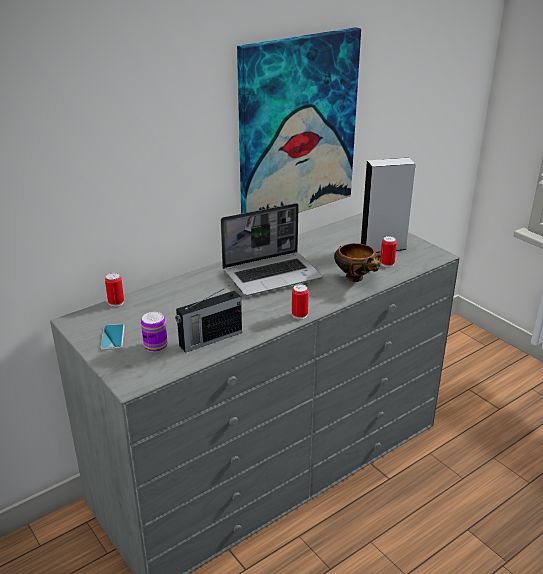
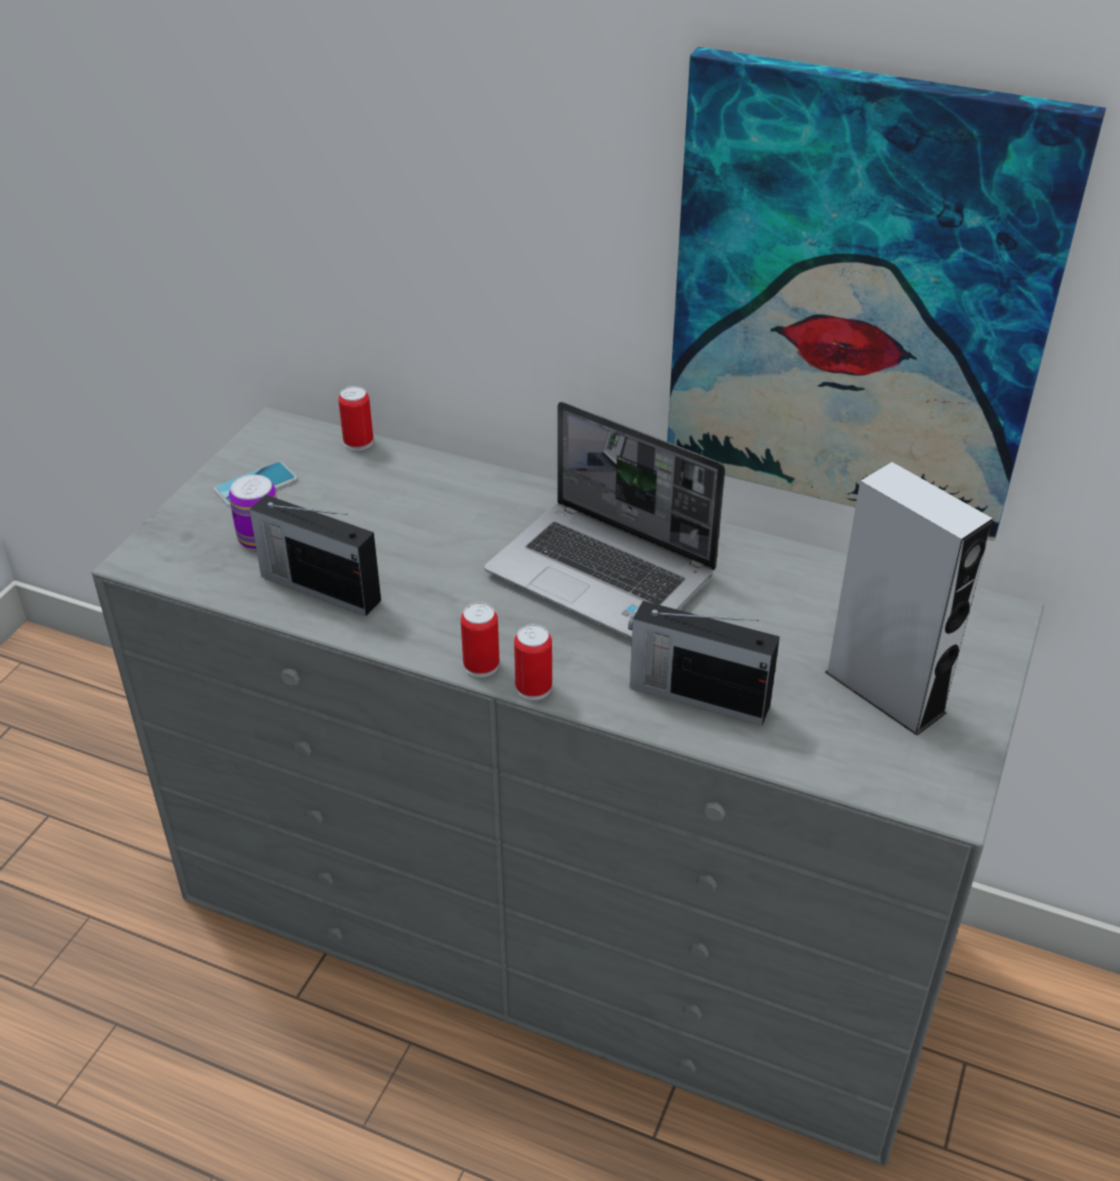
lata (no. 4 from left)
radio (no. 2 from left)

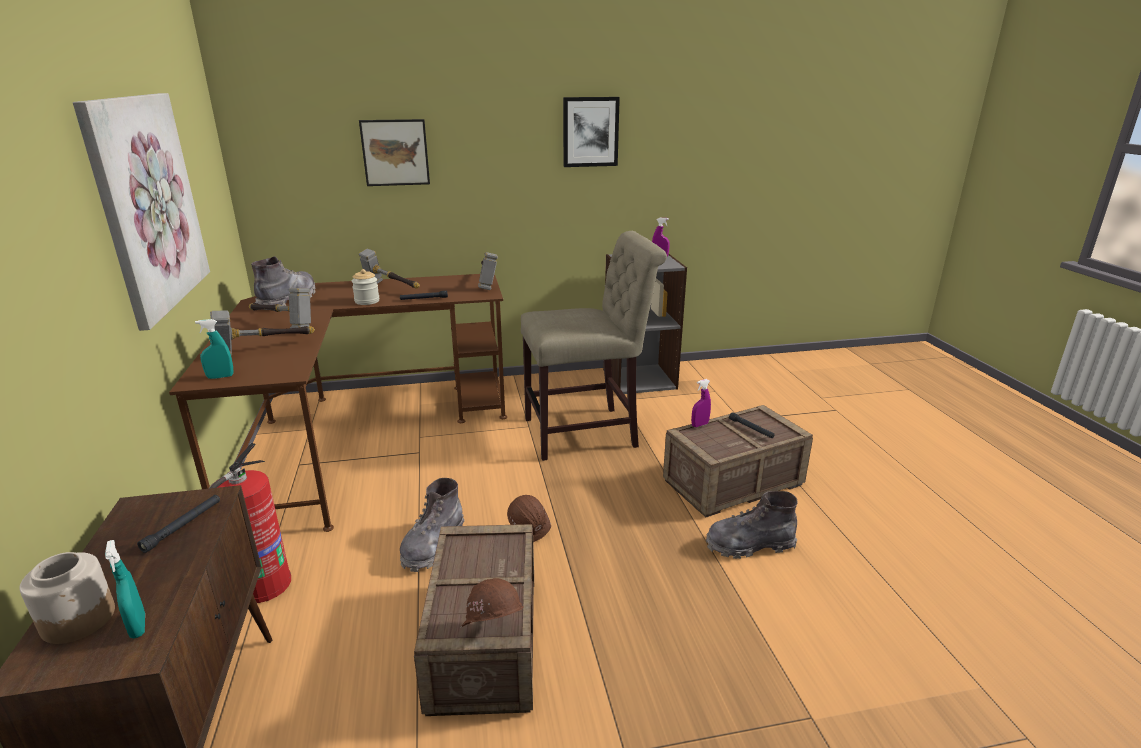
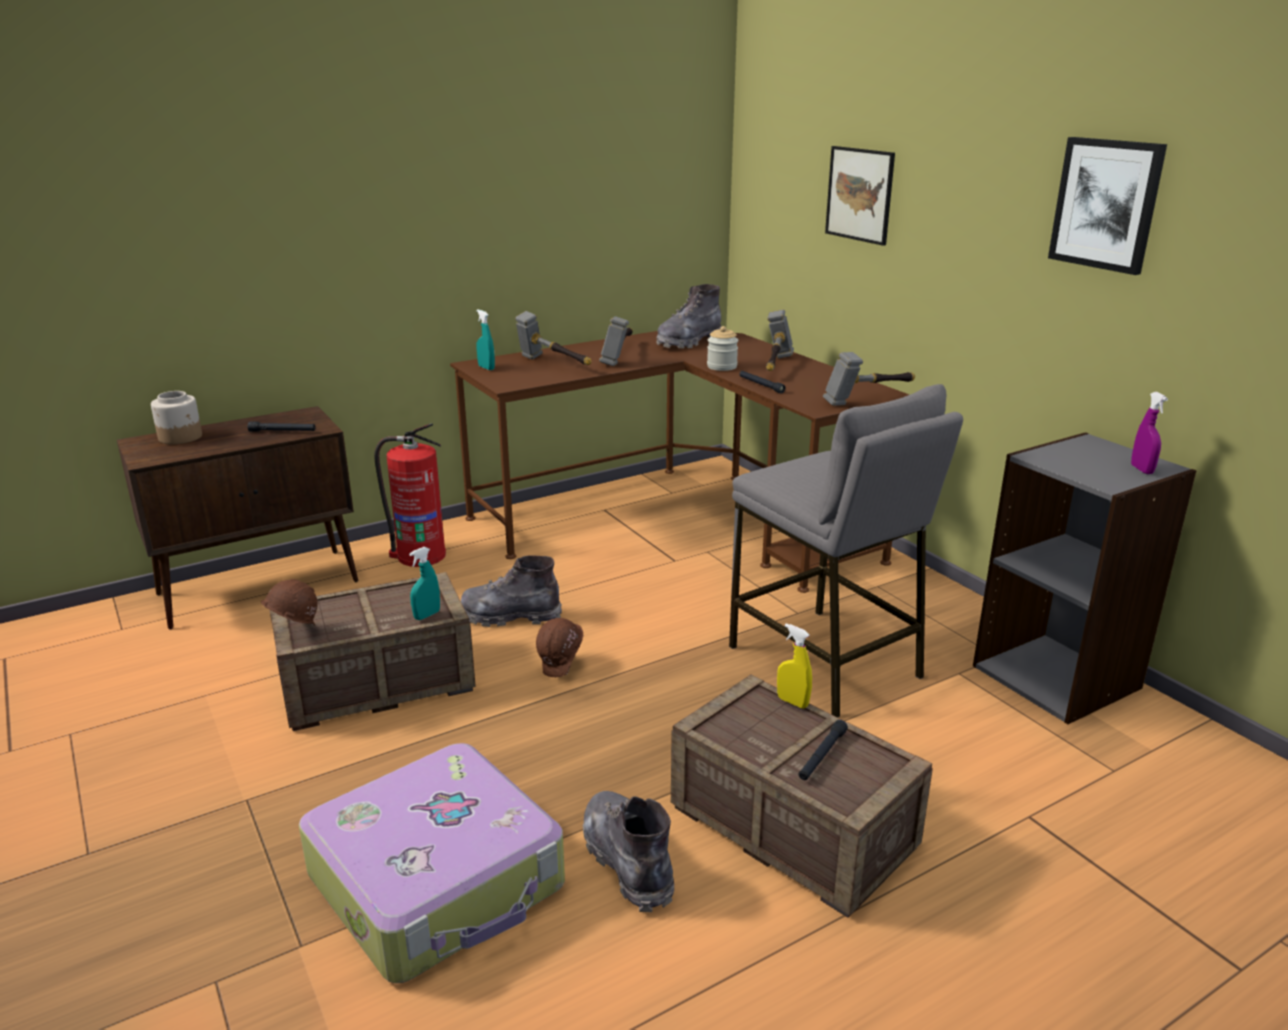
cuadro (no. 1 from left in the first image)
maleta
pulverizador (turquesa) (no. 1 from left)
taburete (gris)
pulverizador (amarillo)
bota (gris) (no. 3 from left)

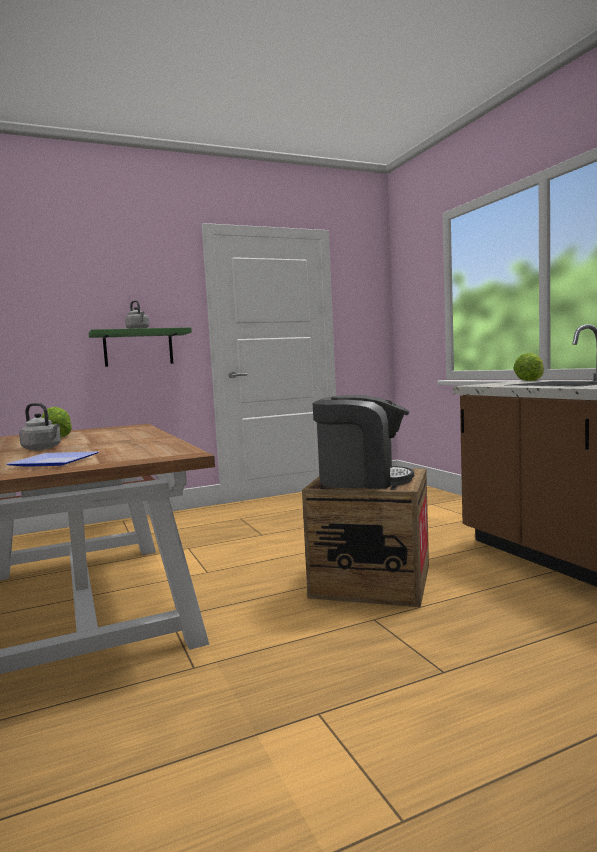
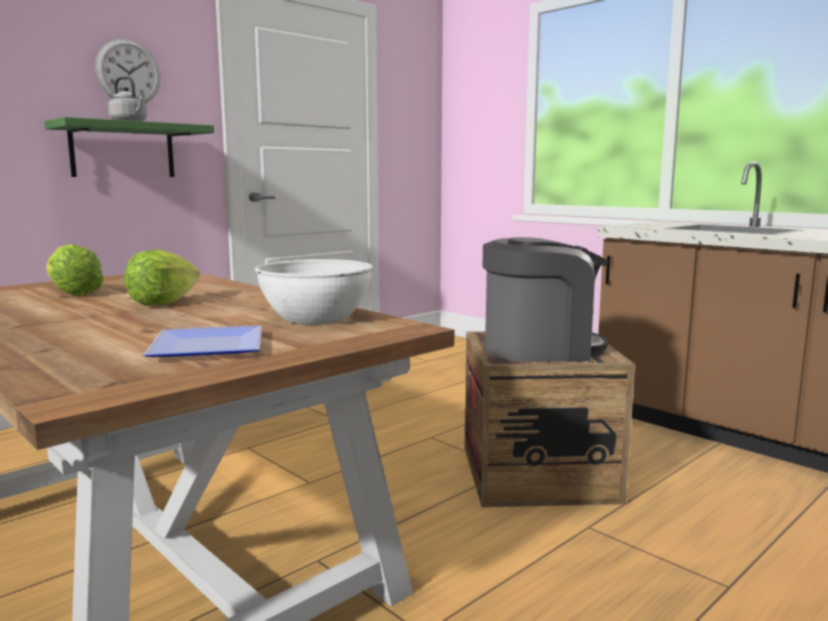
hervidor (gris) (no. 1 from left in the first image)
reloj de pared
cuenco (blanco)
lechuga (no. 2 from left)

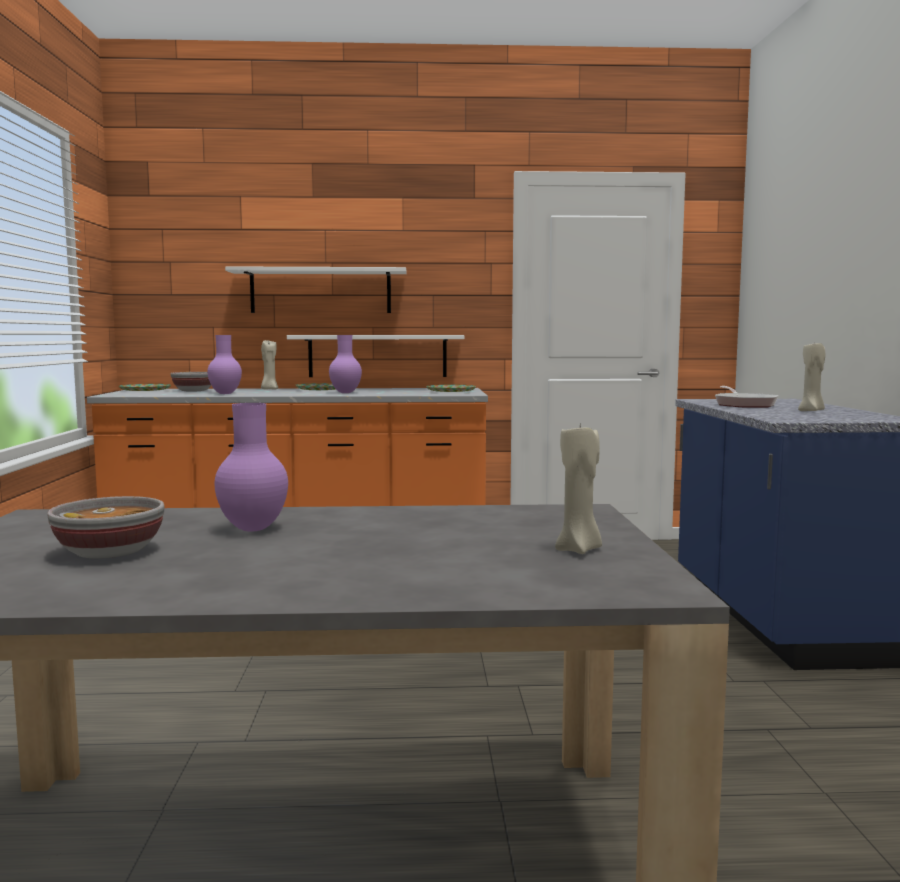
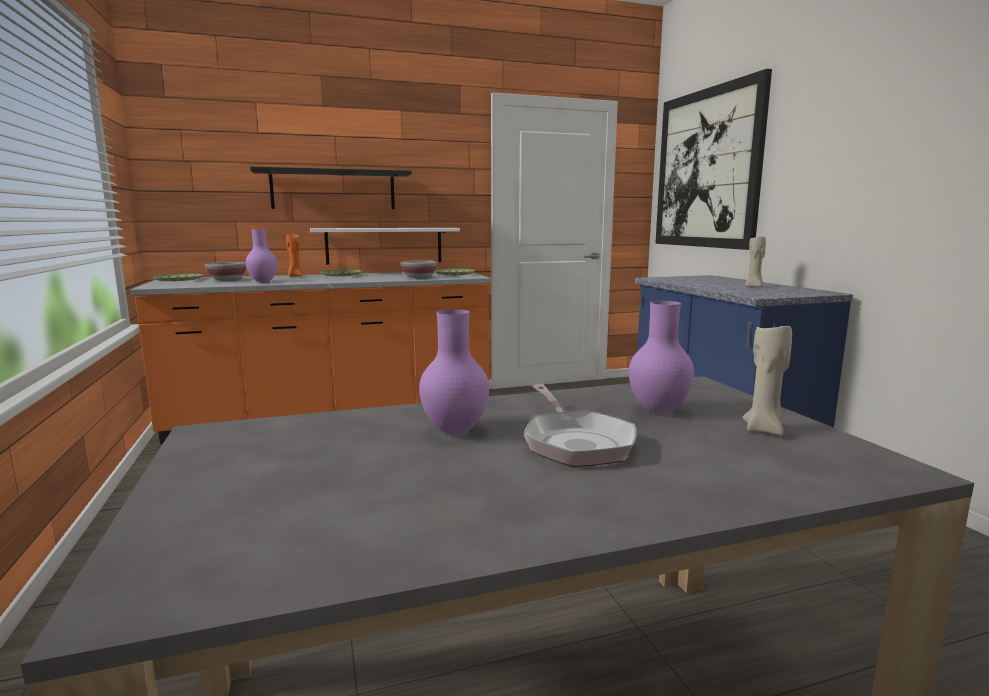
cuadro
cuenco (no. 2 from left)
florero (morado) (no. 3 from left)
sartén
estante (negro)
vela (naranja)

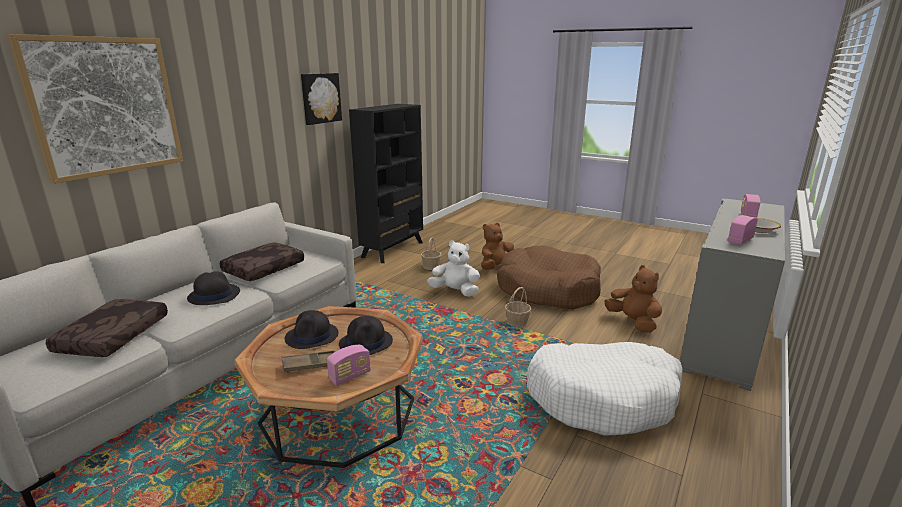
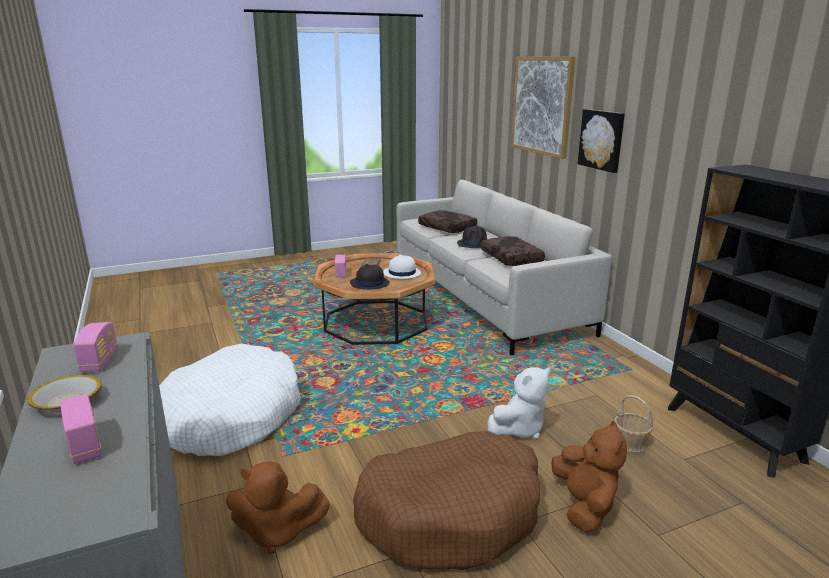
cesta (no. 2 from left in the first image)
cuadro (no. 2 from left)
sombrero (blanco)

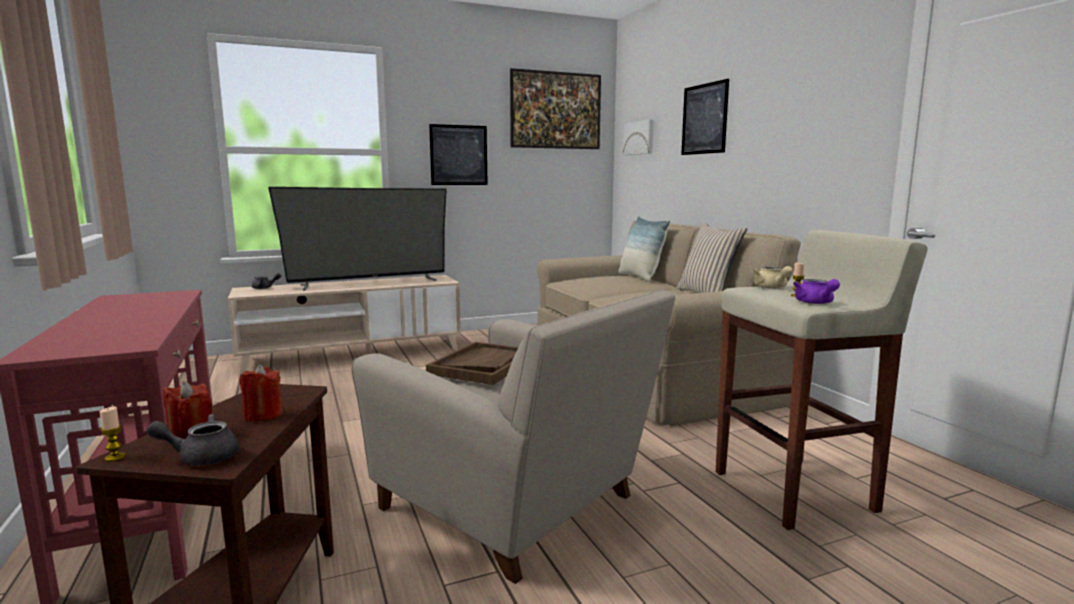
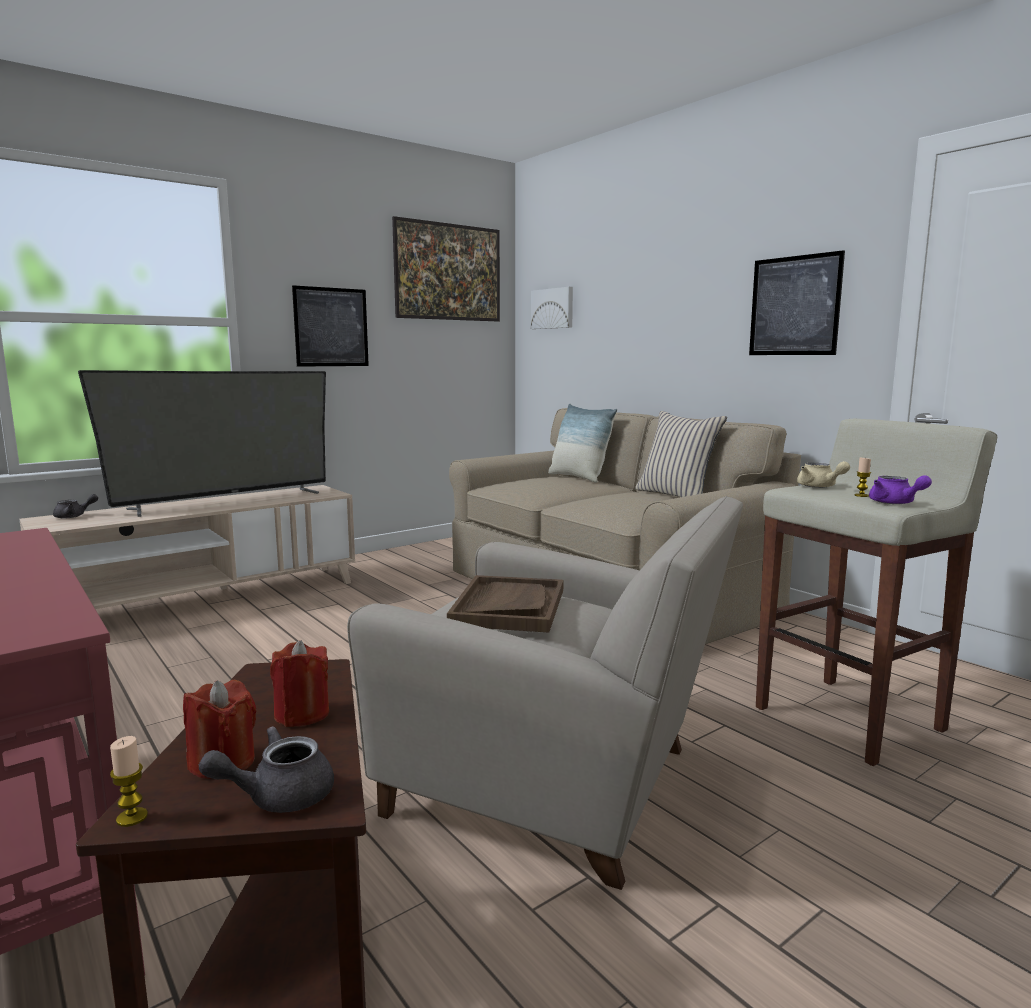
cuadro (no. 4 from left)

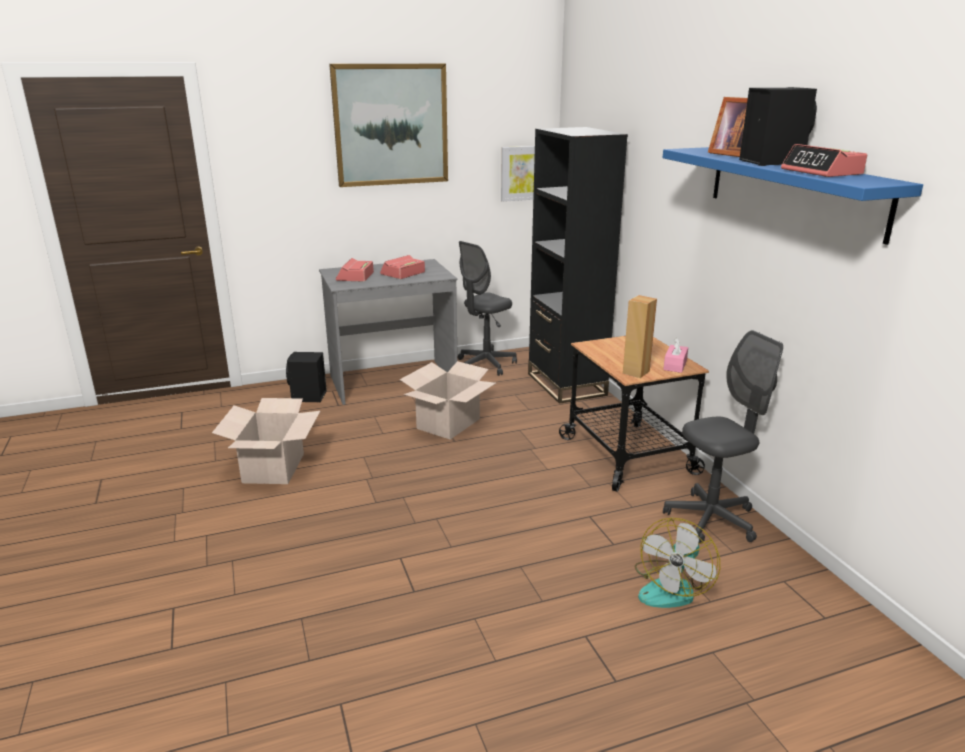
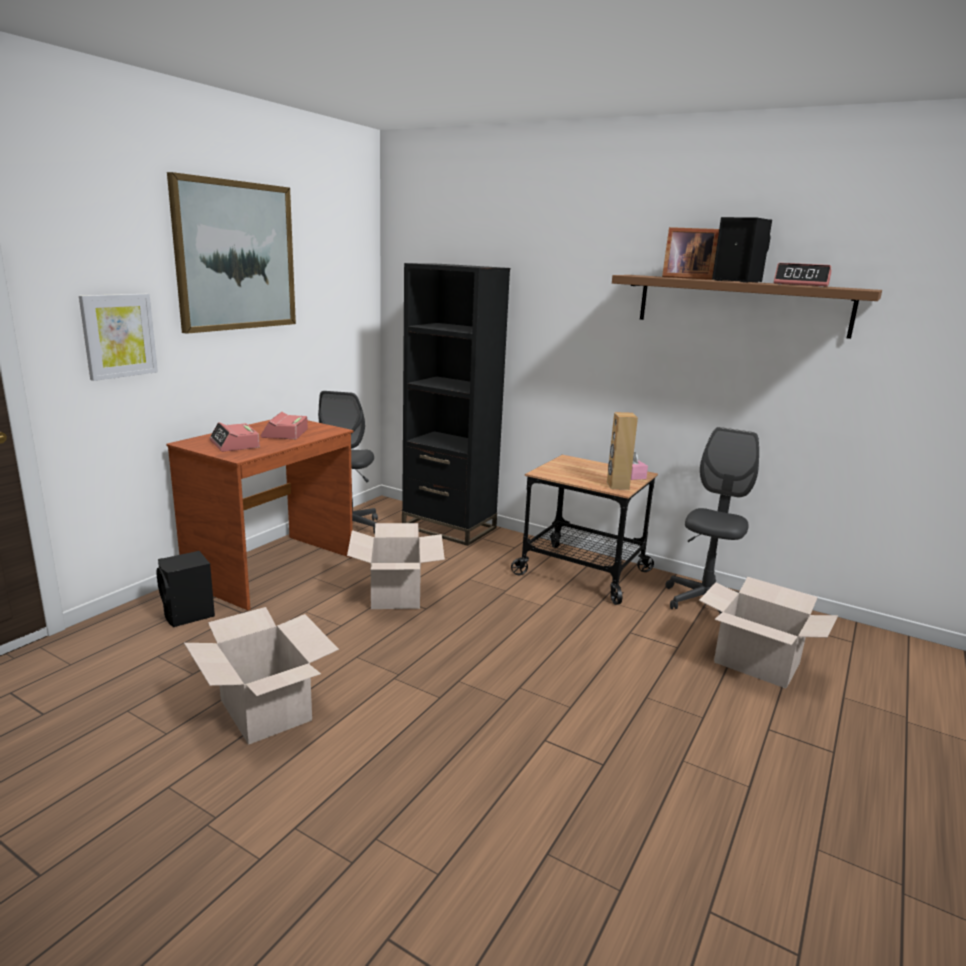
cuadro (no. 1 from left)
caja de cartón (no. 3 from left)
escritorio (marrón)
estante (marrón)

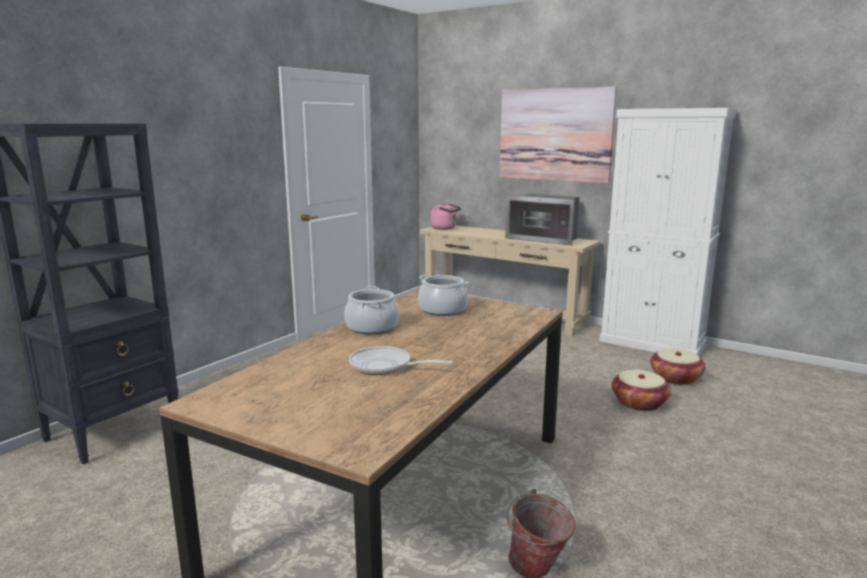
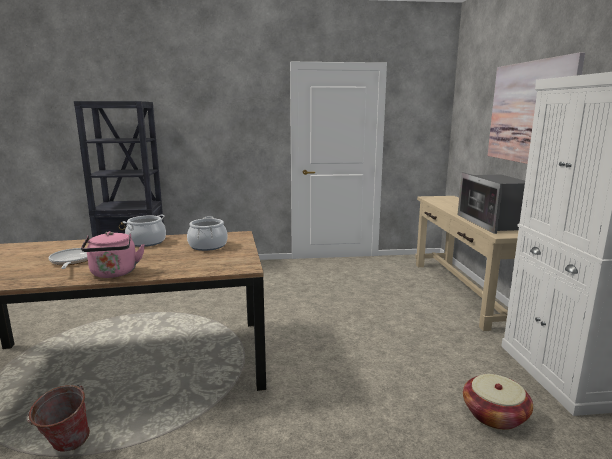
cesta (no. 1 from left in the first image)
hervidor (rosa)

